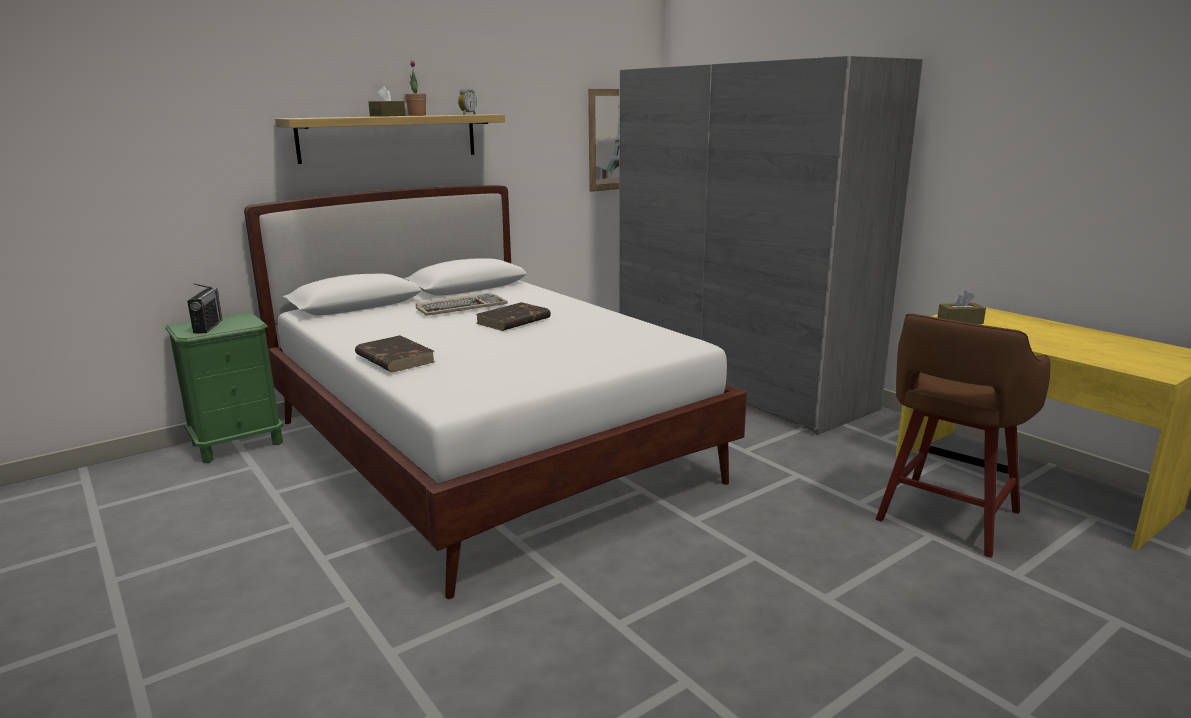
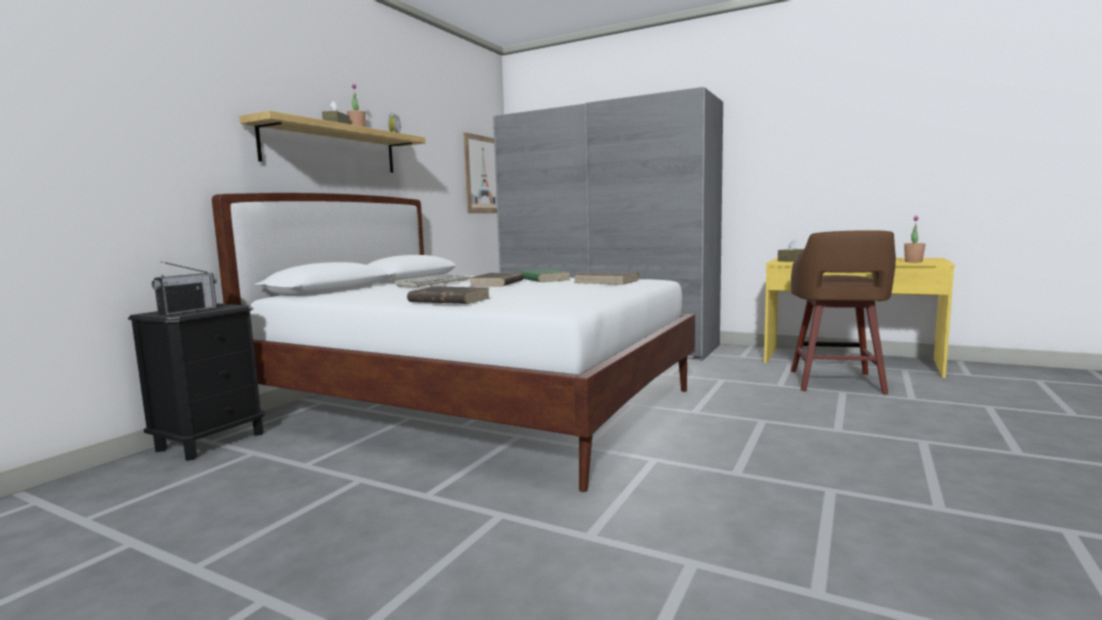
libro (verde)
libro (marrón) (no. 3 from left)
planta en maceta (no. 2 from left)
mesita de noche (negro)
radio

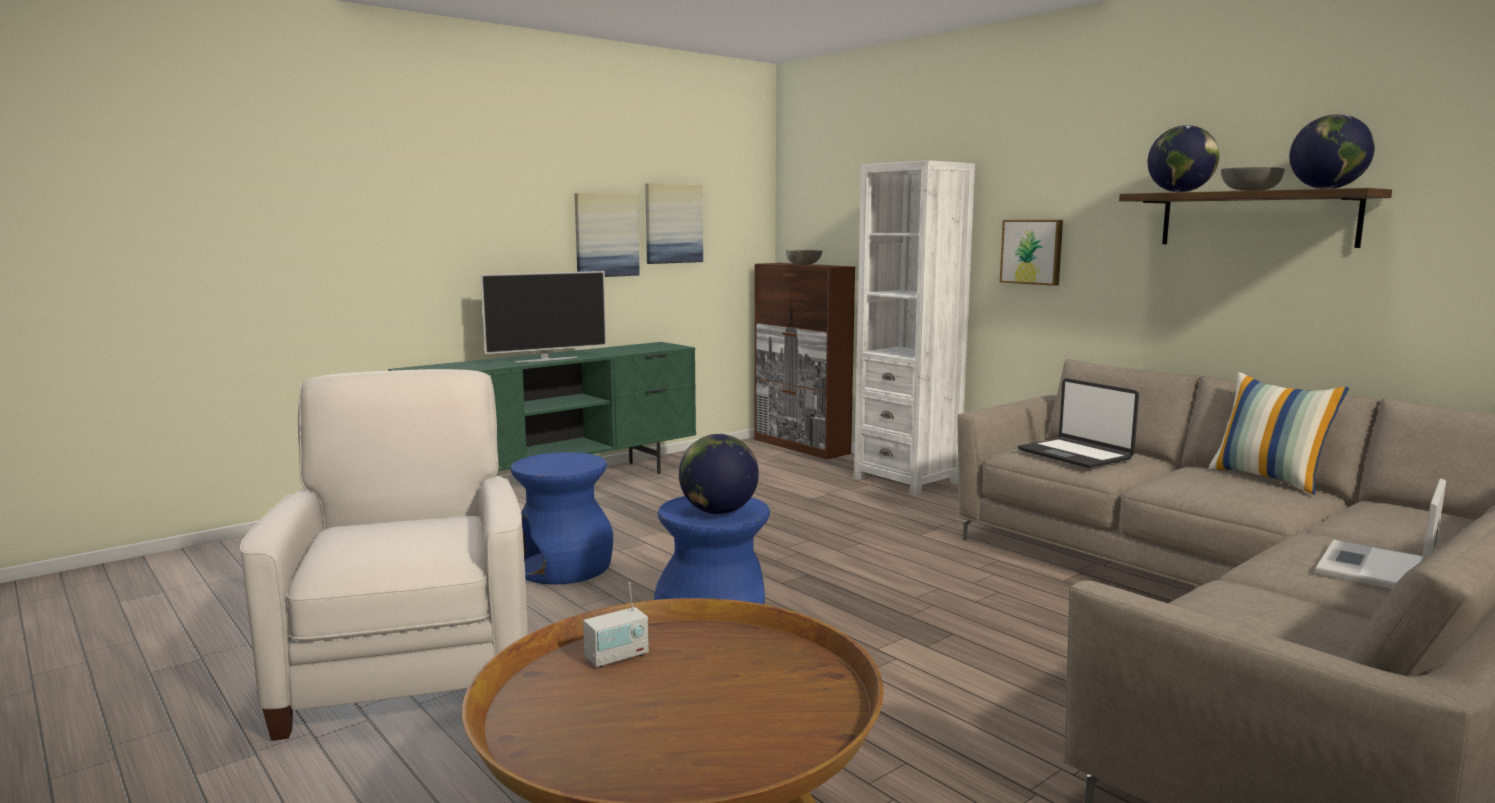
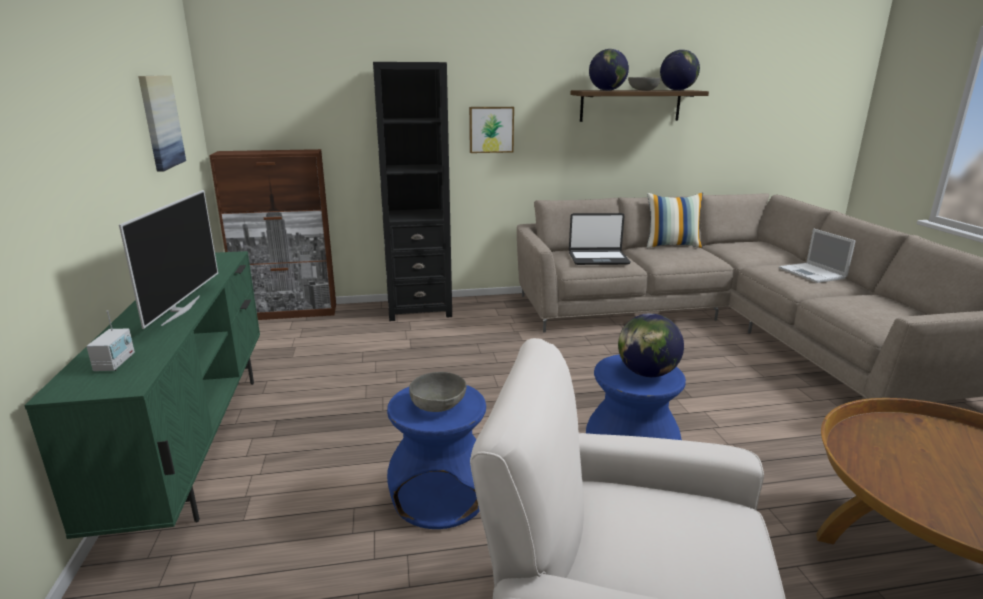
cuadro (no. 1 from left in the first image)
radio
cuenco (gris) (no. 1 from left)
estantería (negro)

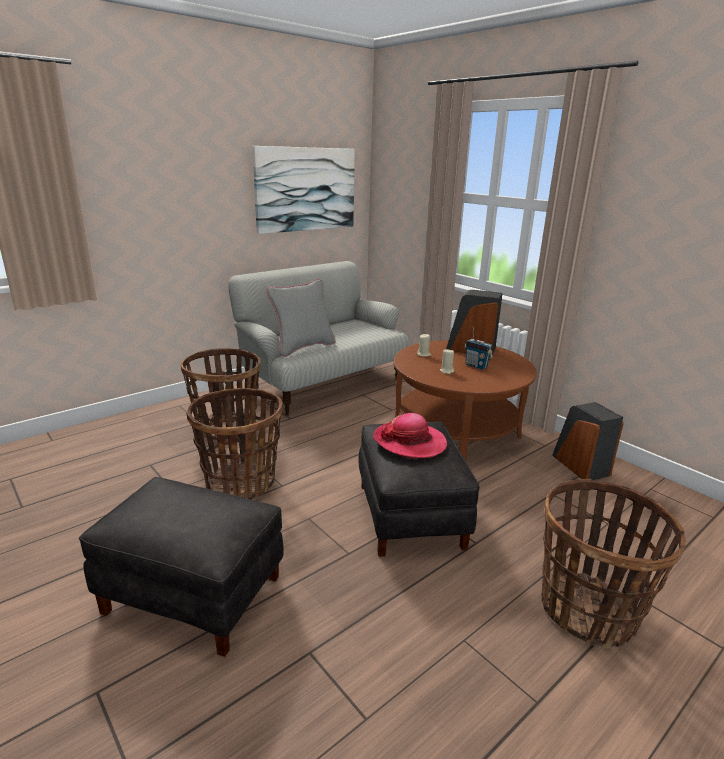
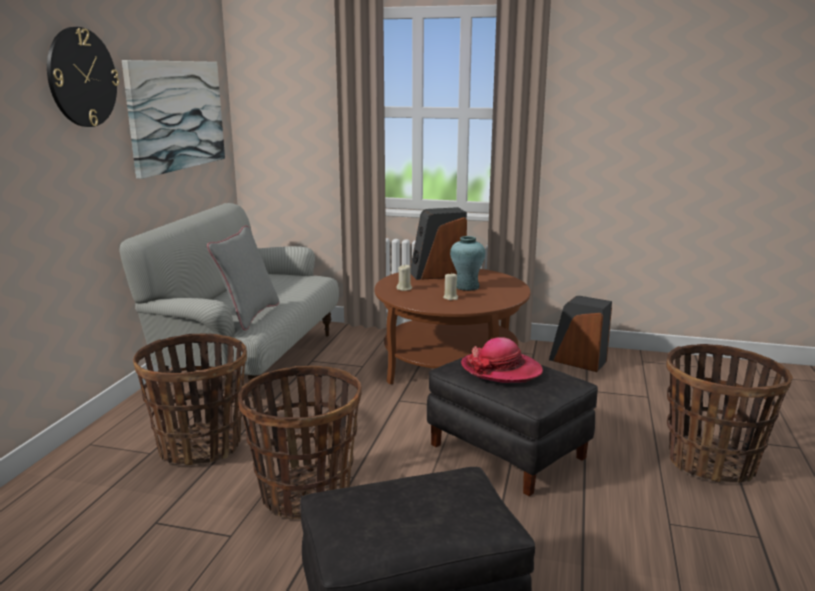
reloj de pared
florero (turquesa)

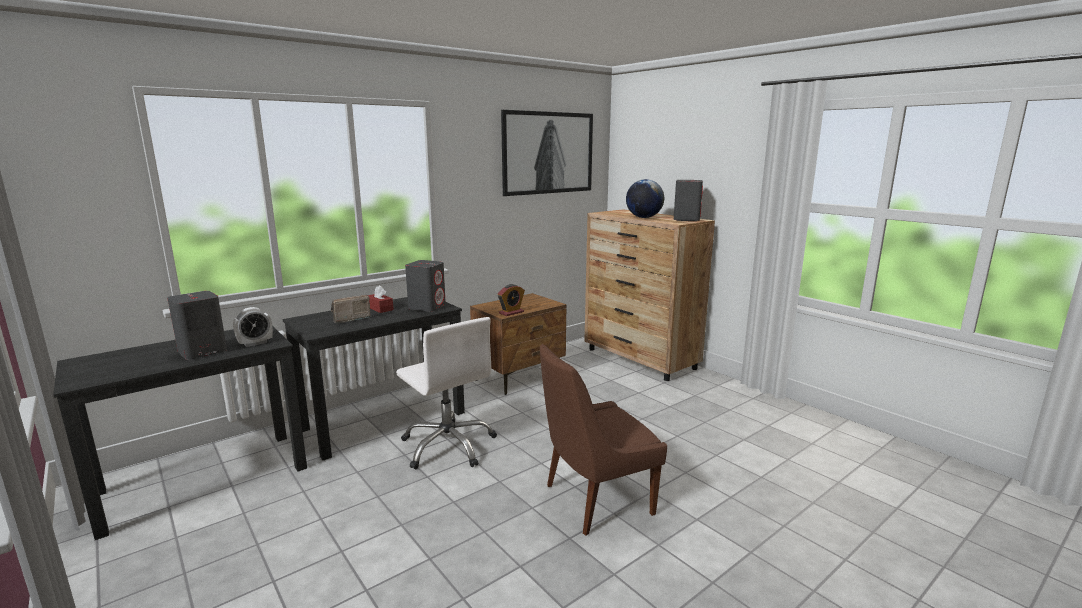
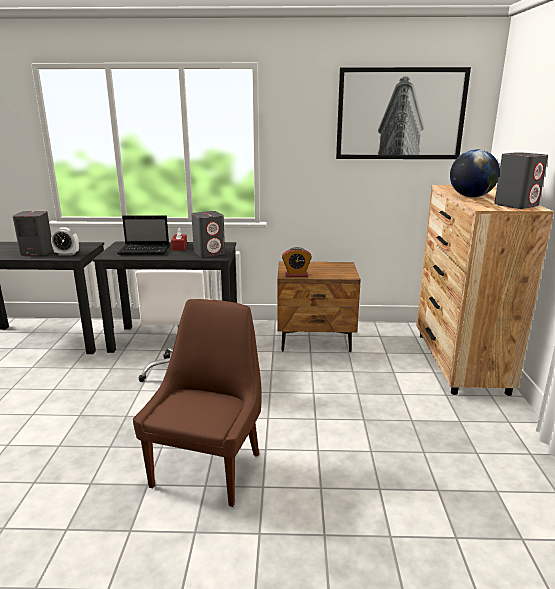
portátil
silla (marrón)

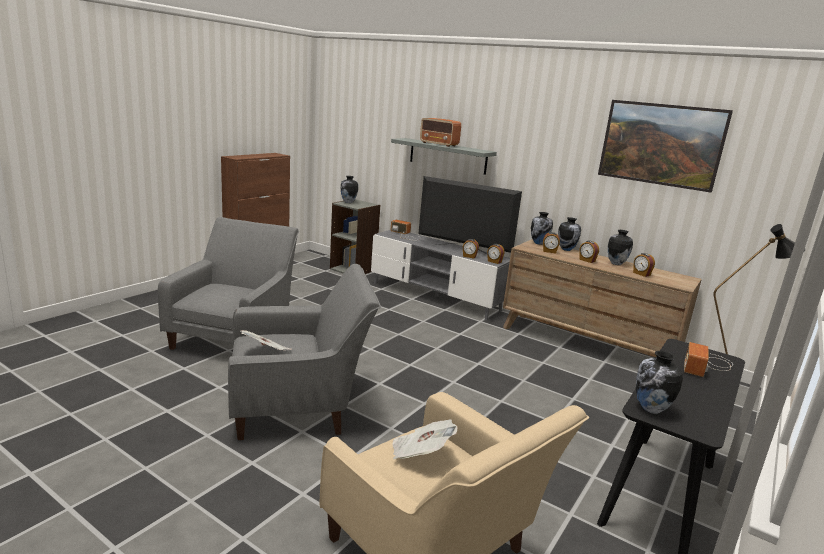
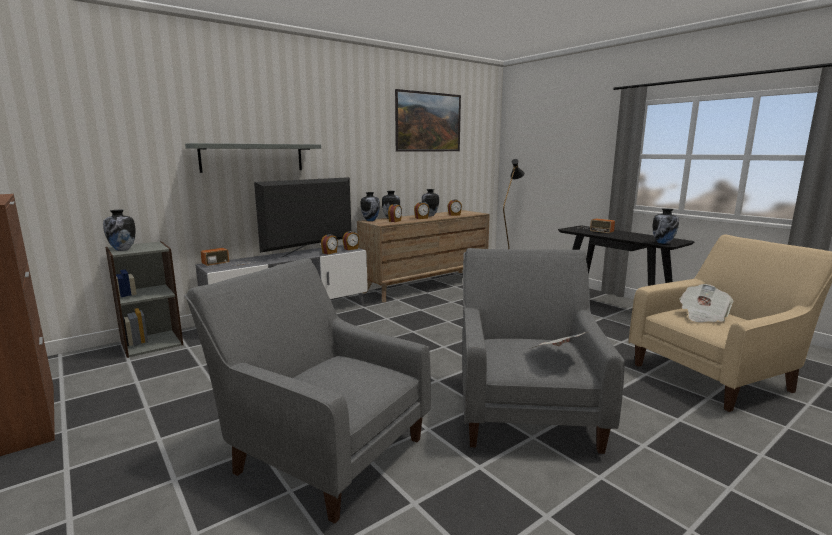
radio (no. 2 from left in the first image)

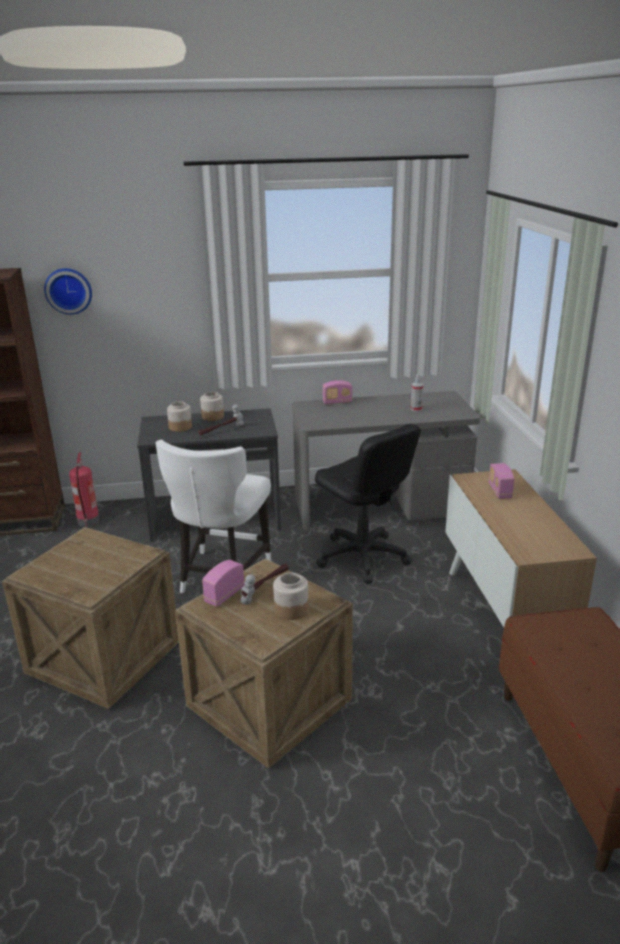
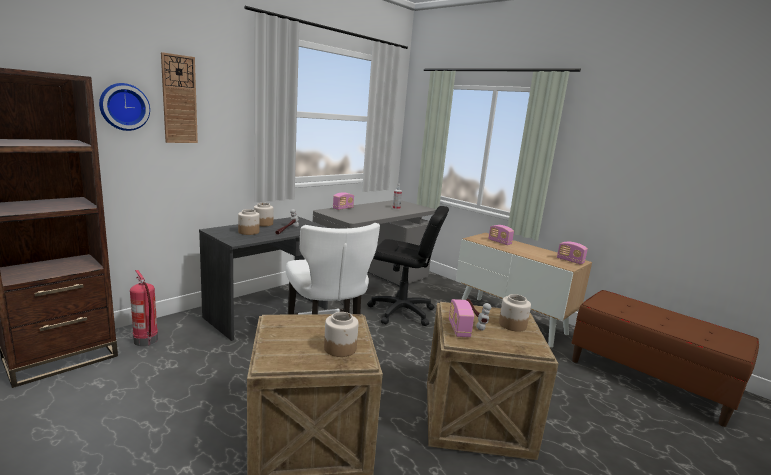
reloj de pared (no. 2 from left)
tarro (no. 3 from left)
radio (no. 4 from left)

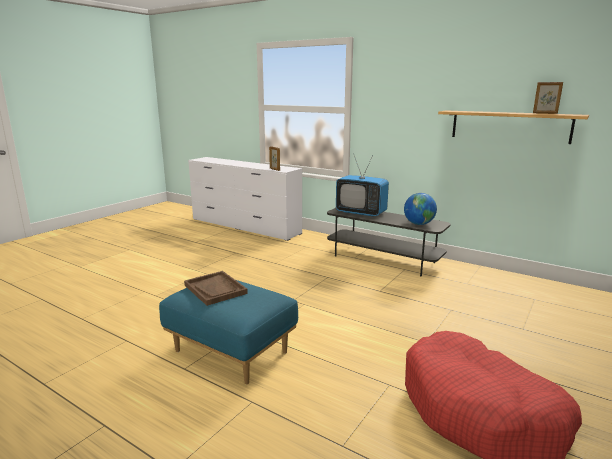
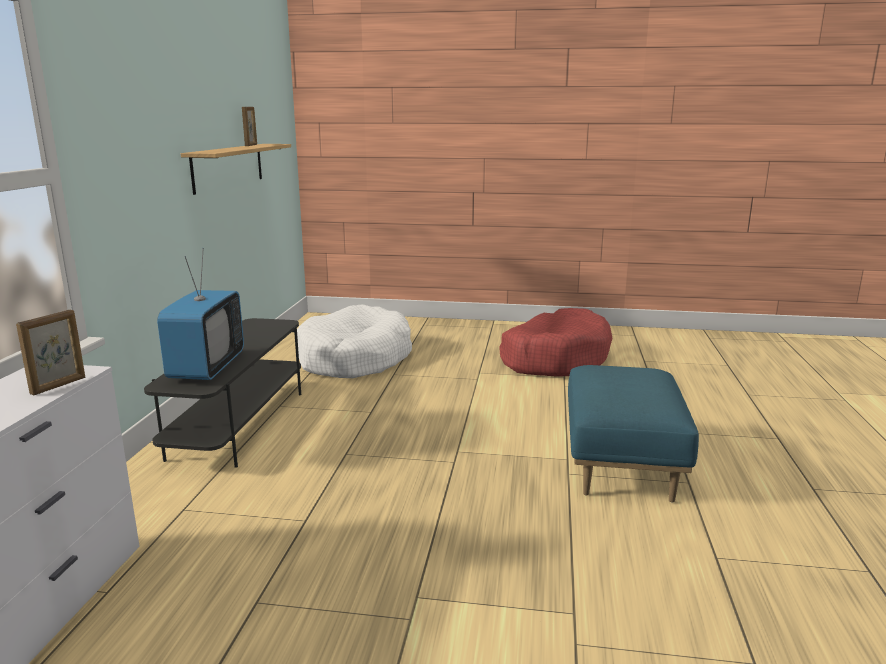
bandeja (marrón)
globo terráqueo
cama para perro (blanco)

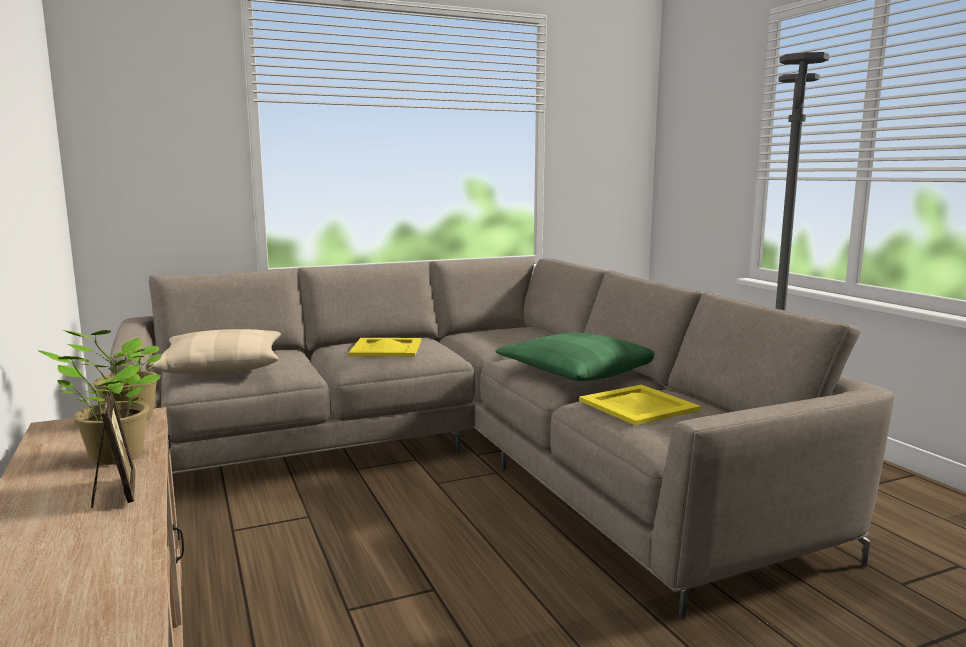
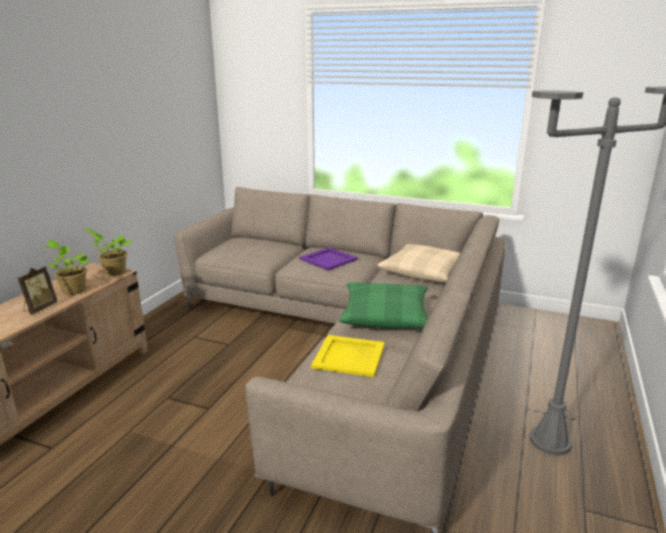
cojín (beis)
bandeja (morado)

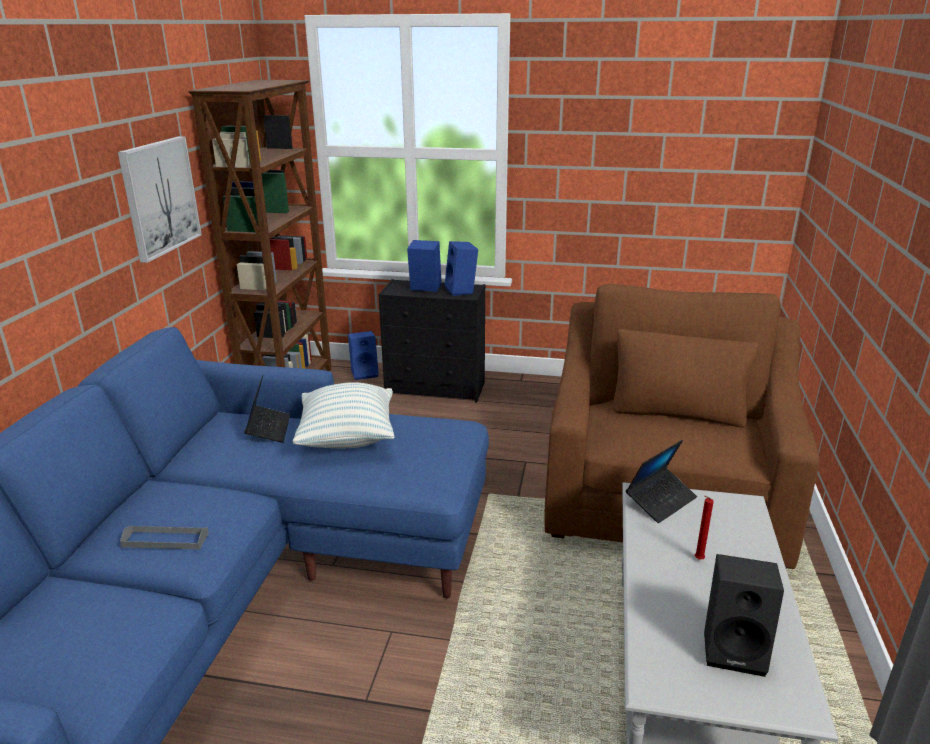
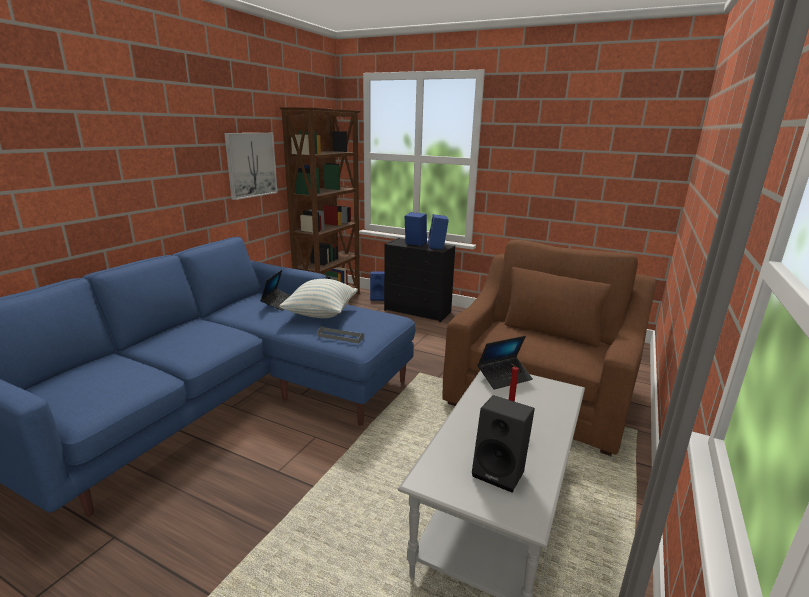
bandeja (gris)

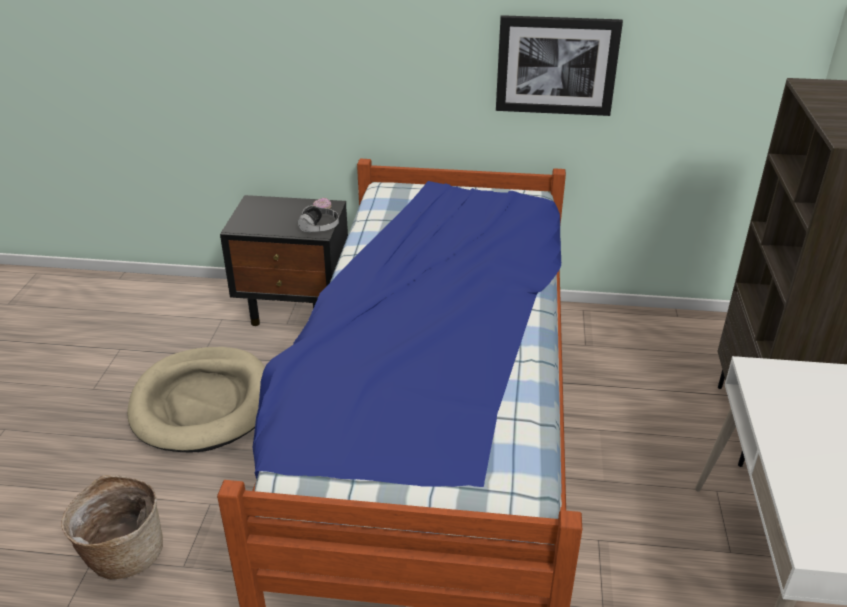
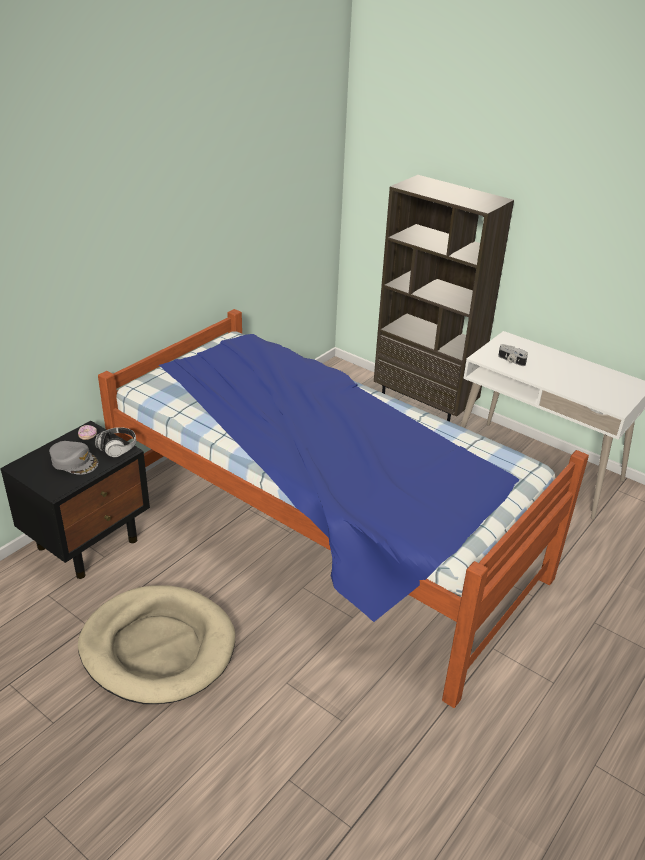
cesta
cuadro
gorra (gris)
cámara

